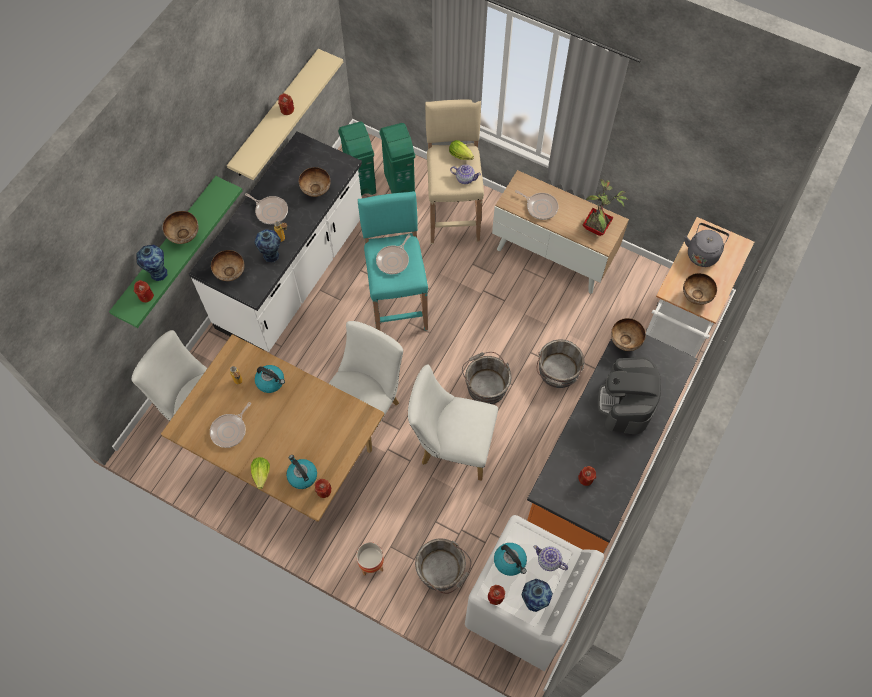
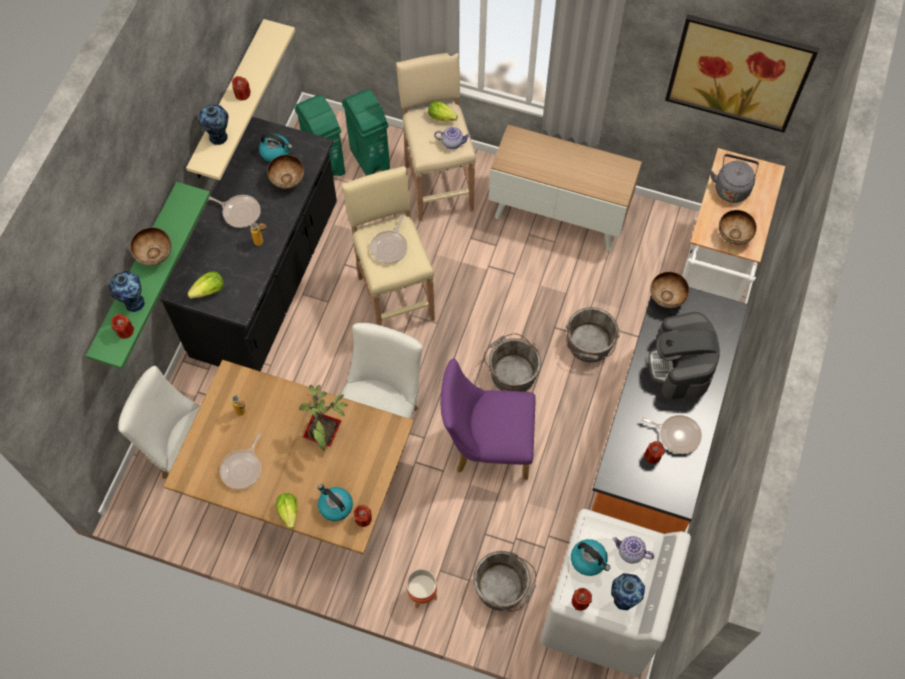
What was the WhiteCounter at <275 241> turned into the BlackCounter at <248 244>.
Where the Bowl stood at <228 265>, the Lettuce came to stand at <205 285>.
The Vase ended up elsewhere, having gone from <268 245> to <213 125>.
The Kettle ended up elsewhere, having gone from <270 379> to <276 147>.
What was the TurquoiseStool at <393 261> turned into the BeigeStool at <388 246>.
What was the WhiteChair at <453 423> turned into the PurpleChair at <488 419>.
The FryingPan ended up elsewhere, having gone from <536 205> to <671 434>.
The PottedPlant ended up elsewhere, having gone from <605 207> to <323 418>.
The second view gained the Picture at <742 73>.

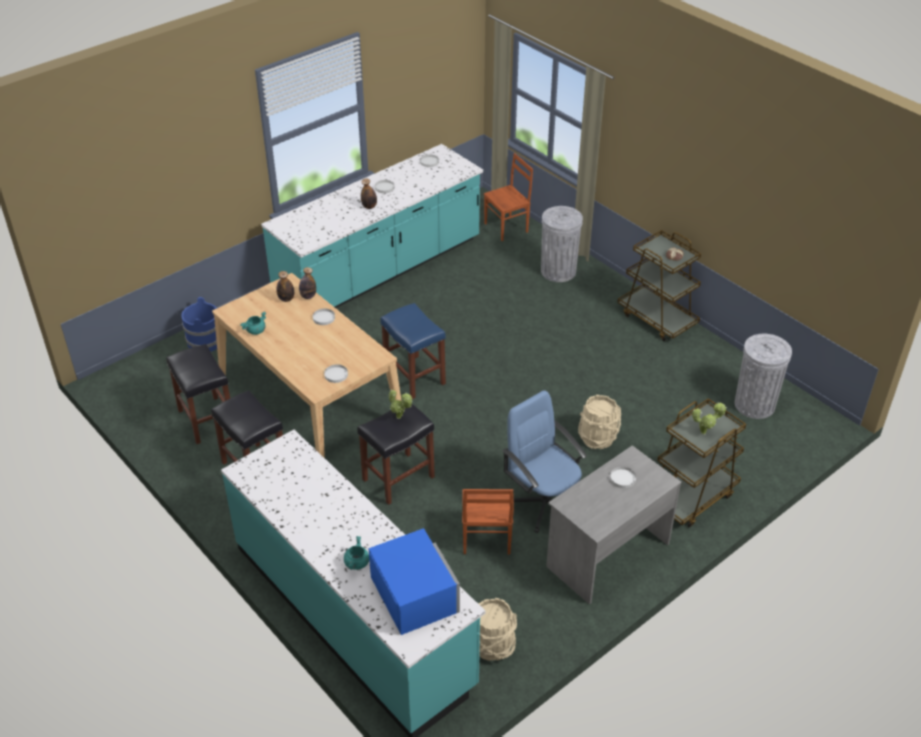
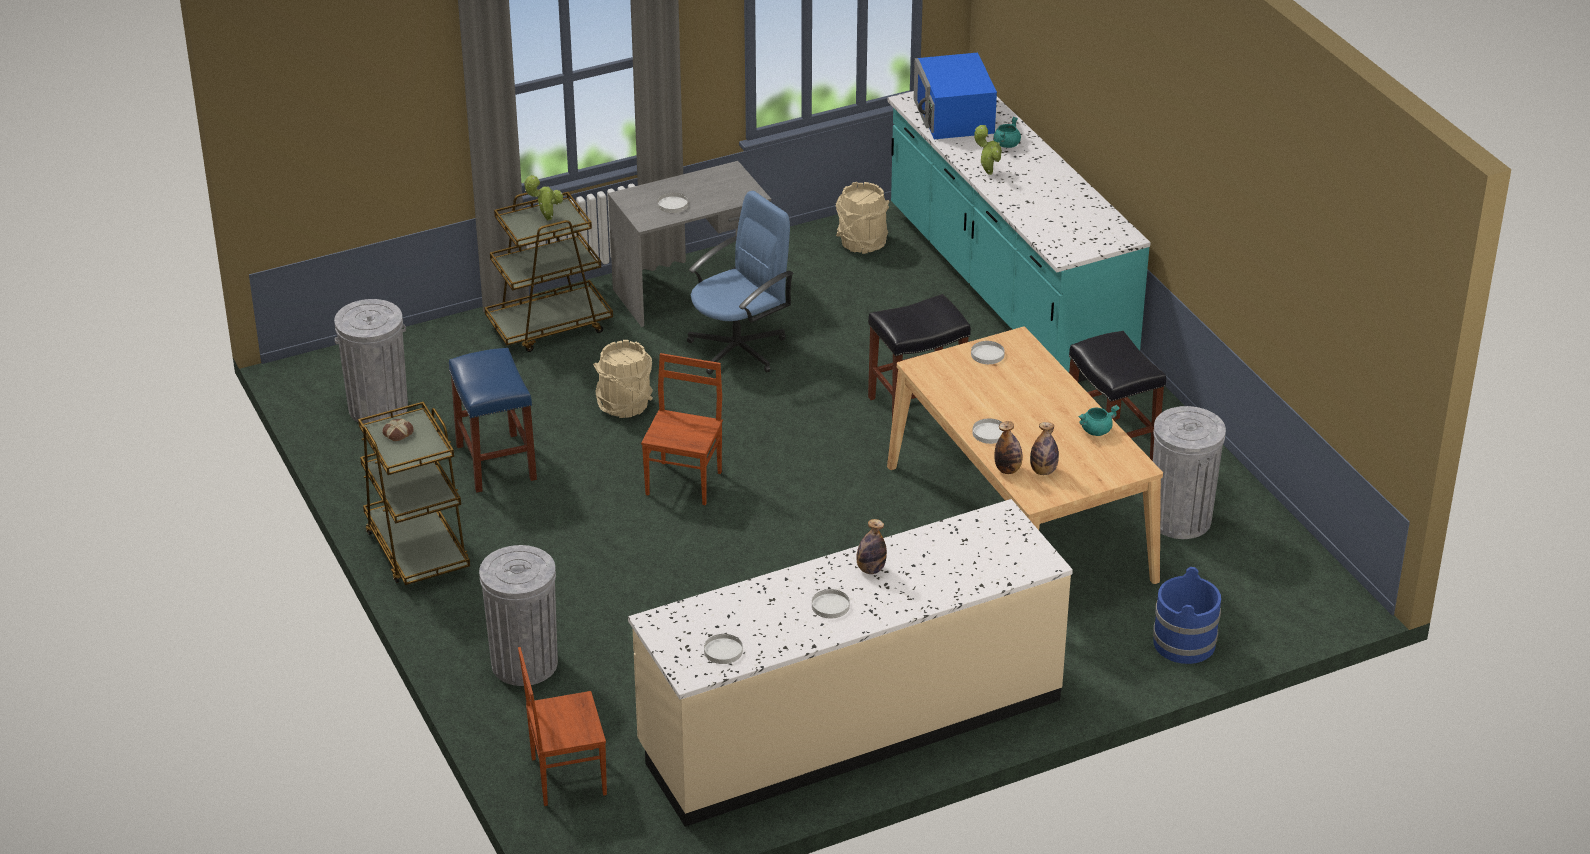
Where the BlackStool stood at <198 394>, the GreyTrashCan came to stand at <1189 472>.
What was the TurquoiseCounter at <372 226> turned into the BeigeCounter at <850 663>.
The BlueStool ended up elsewhere, having gone from <413 351> to <493 420>.
The PottedPlant ended up elsewhere, having gone from <401 404> to <988 150>.
The BrownChair ended up elsewhere, having gone from <488 522> to <682 429>.
The BlueOfficeChair at <544 461> ended up facing another way, 105 degrees counterclockwise from before.

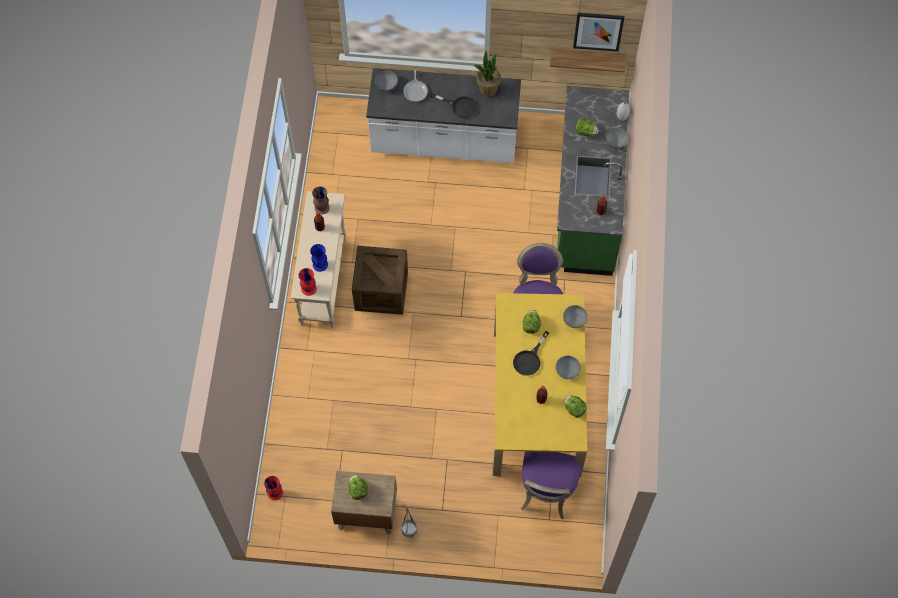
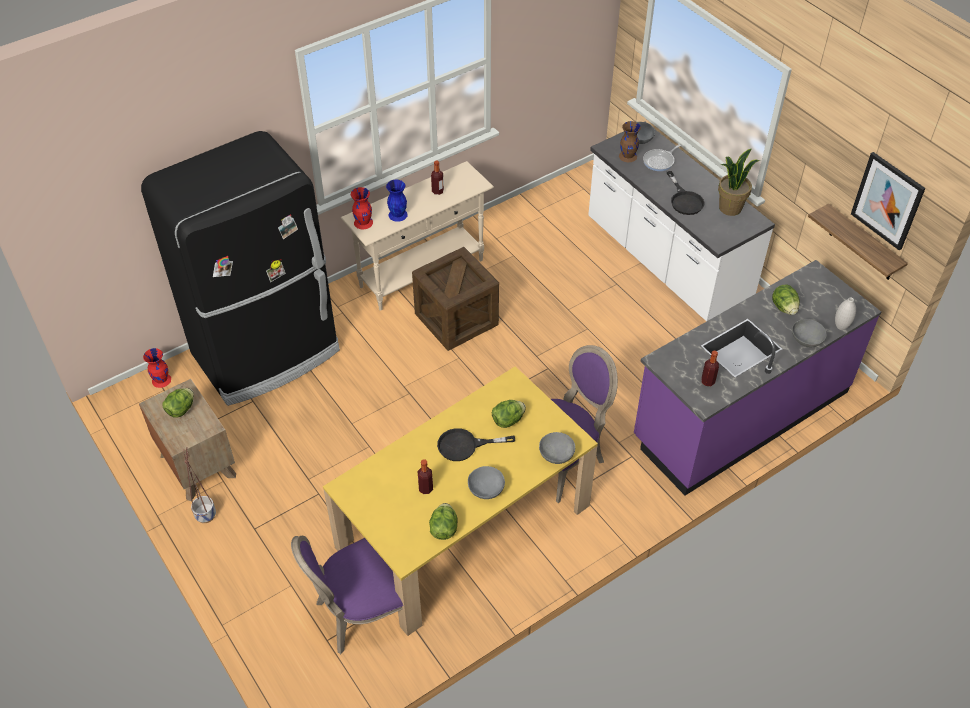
The BrownVase ended up elsewhere, having gone from <321 200> to <630 141>.
What was the GreenCounter at <593 181> turned into the PurpleCounter at <757 378>.
The second view gained the BlackFridge at <240 268>.

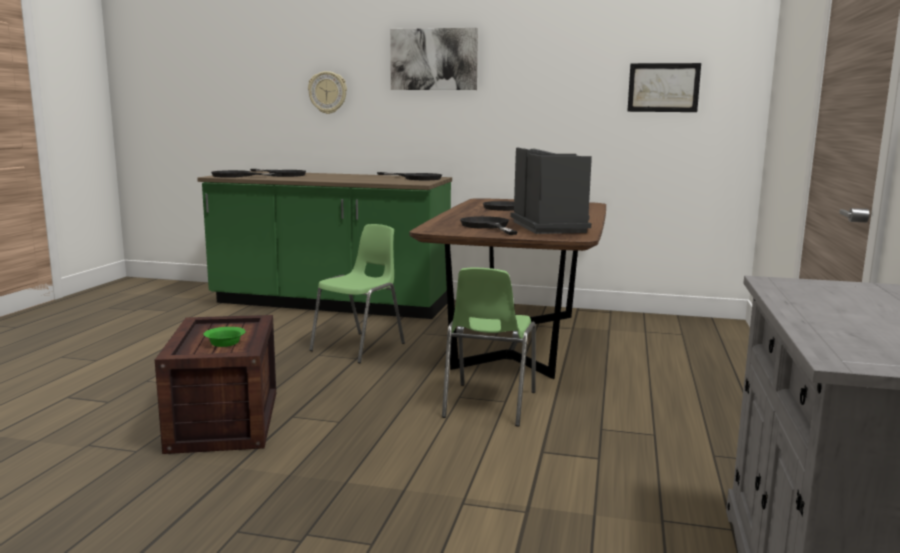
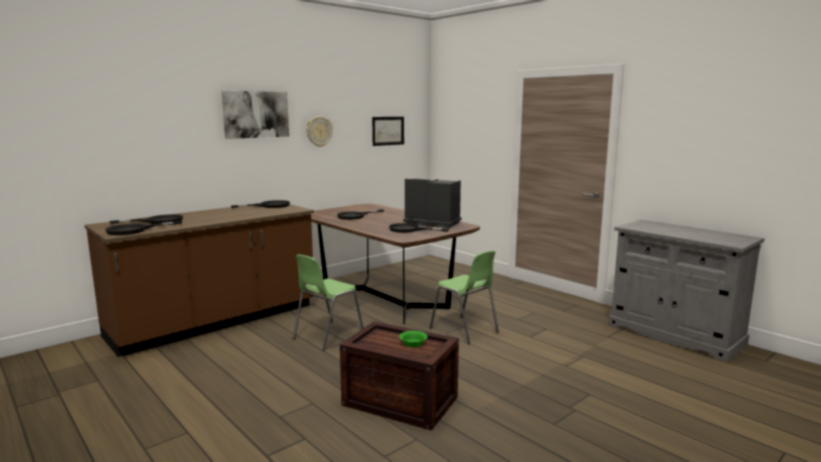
What was the GreenCounter at <324 245> turned into the BrownCounter at <199 280>.
The WallClock ended up elsewhere, having gone from <327 92> to <319 131>.
The GreenChair at <357 293> ended up facing another way, 120 degrees counterclockwise from before.

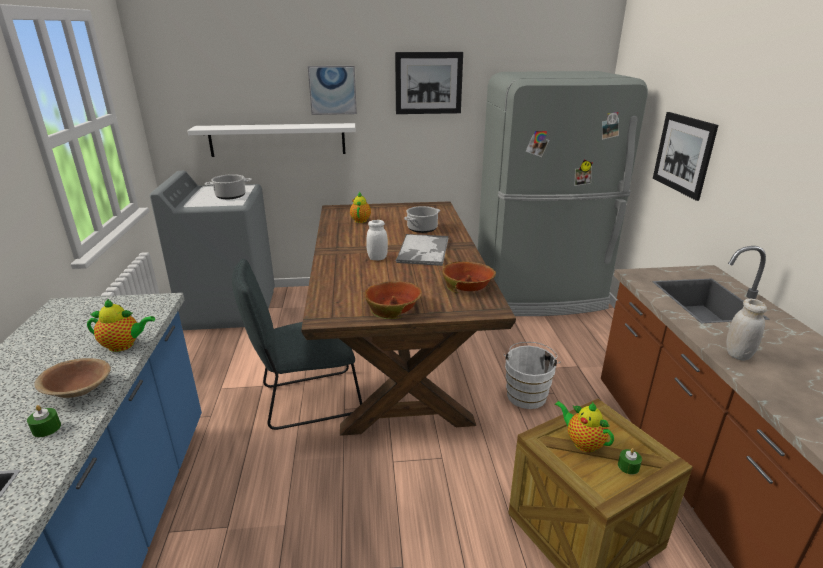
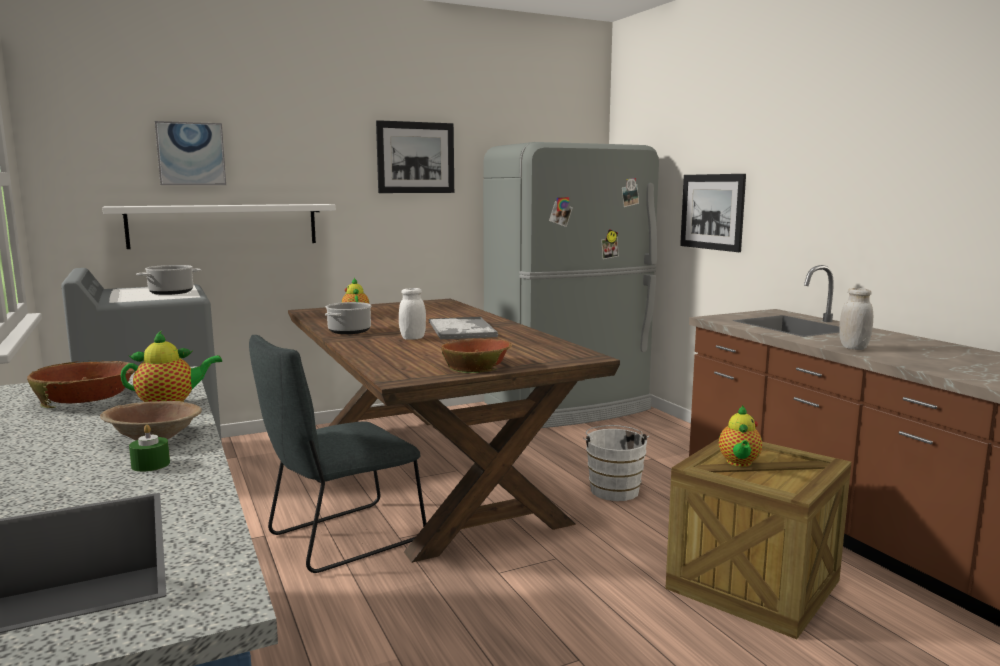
The Picture ended up elsewhere, having gone from <332 90> to <190 153>.
The CookingPot ended up elsewhere, having gone from <422 219> to <348 318>.
The Bowl ended up elsewhere, having gone from <469 277> to <80 384>.
The Teapot at <584 426> ended up facing another way, 105 degrees counterclockwise from before.
The second view lost the GreenCandle at <630 461>.

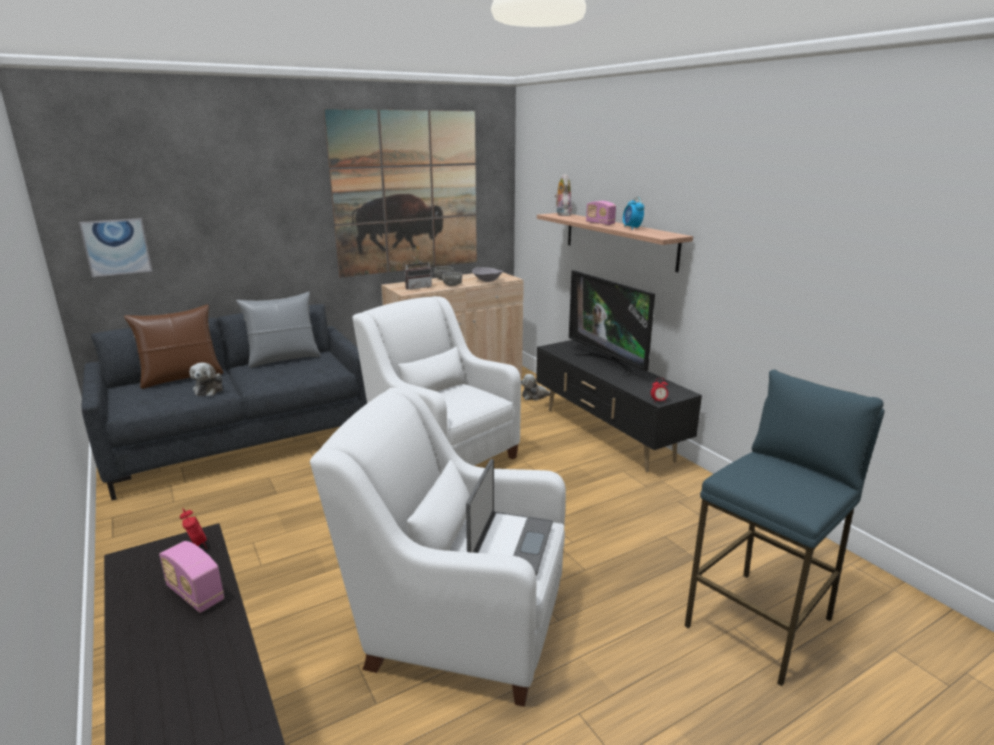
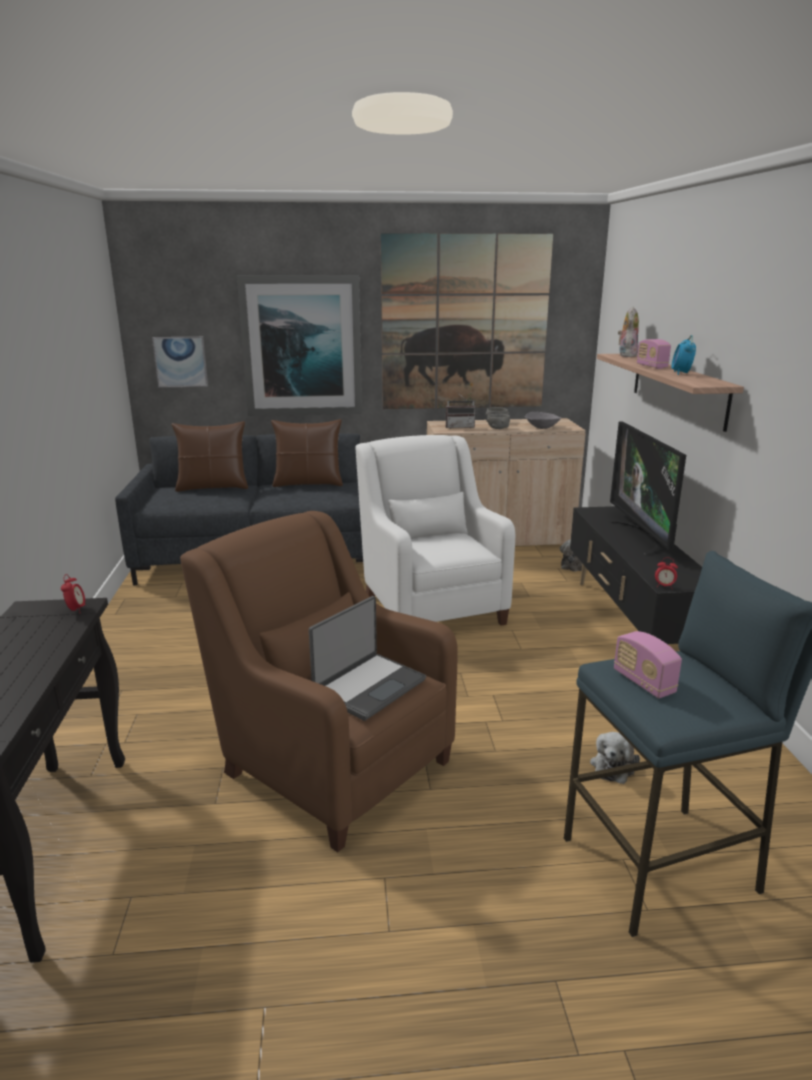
The Radio ended up elsewhere, having gone from <191 577> to <648 664>.
The PlushToy ended up elsewhere, having gone from <206 379> to <615 758>.
What was the GreyPillow at <278 330> turned into the BrownPillow at <307 453>.
What was the WhiteArmchair at <438 547> turned into the BrownArmchair at <319 681>.
The second view gained the Picture at <299 345>.

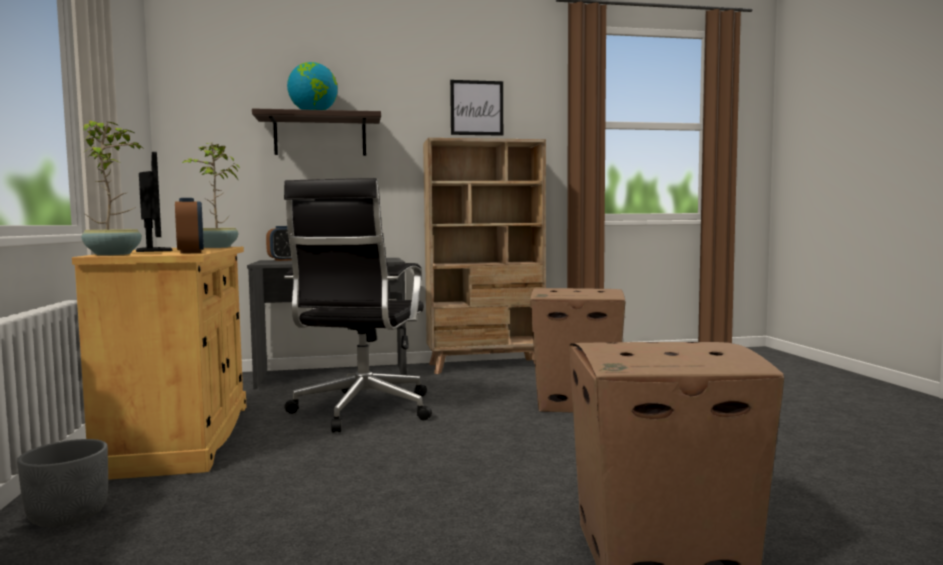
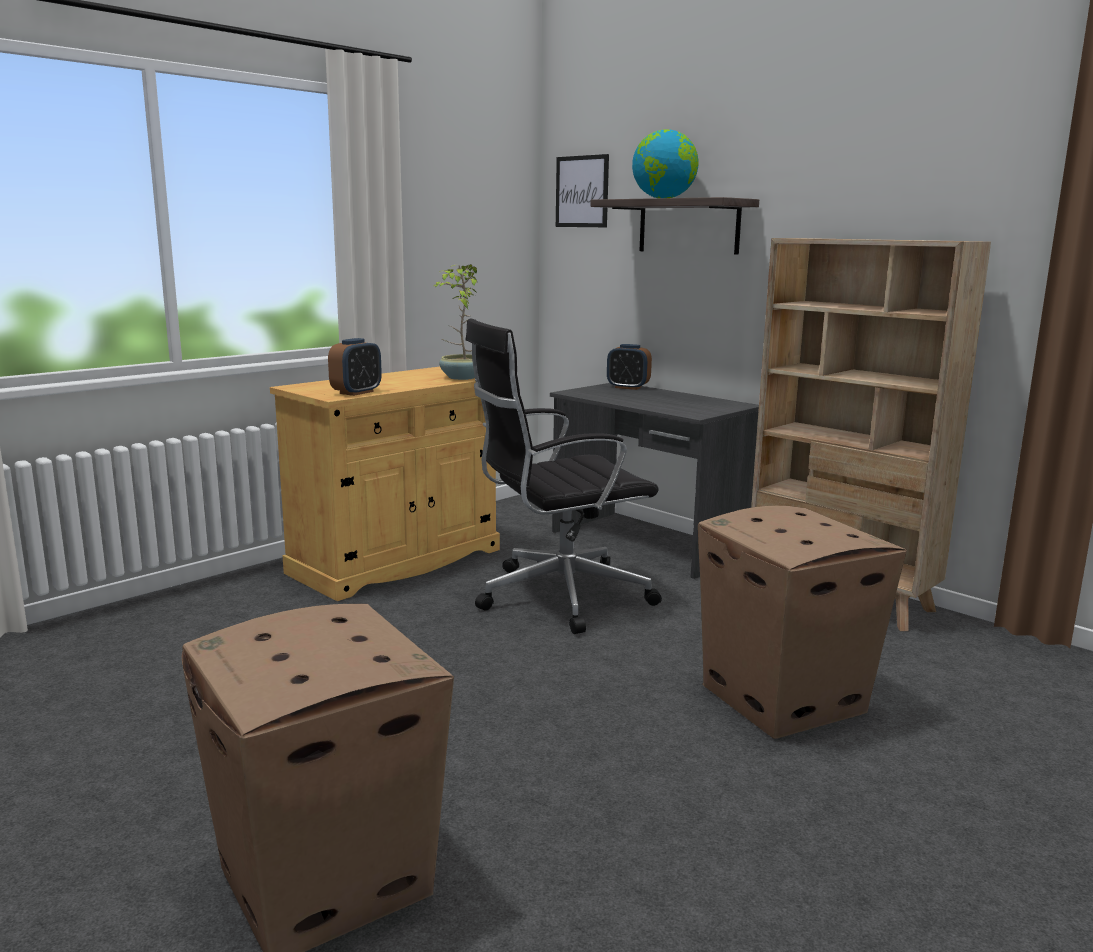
The second view lost the GreyPlanter at <62 483>.
The second view lost the PottedPlant at <112 187>.
The second view lost the Monitor at <154 202>.
The Picture ended up elsewhere, having gone from <476 108> to <582 190>.

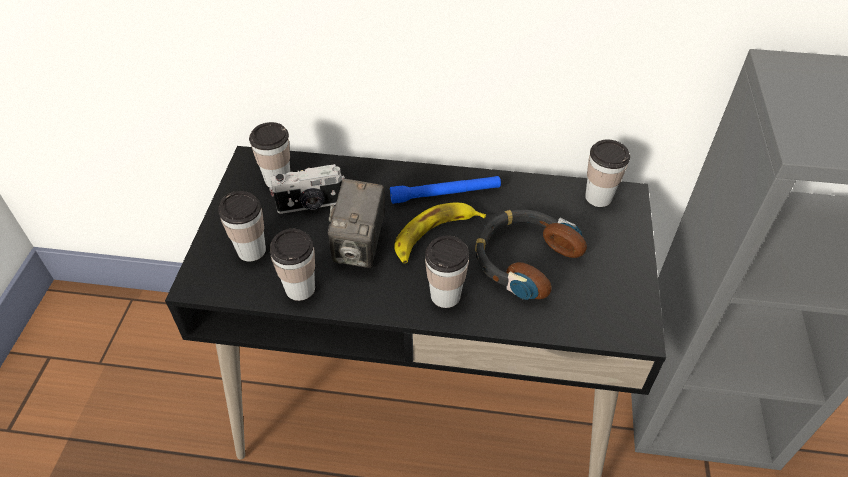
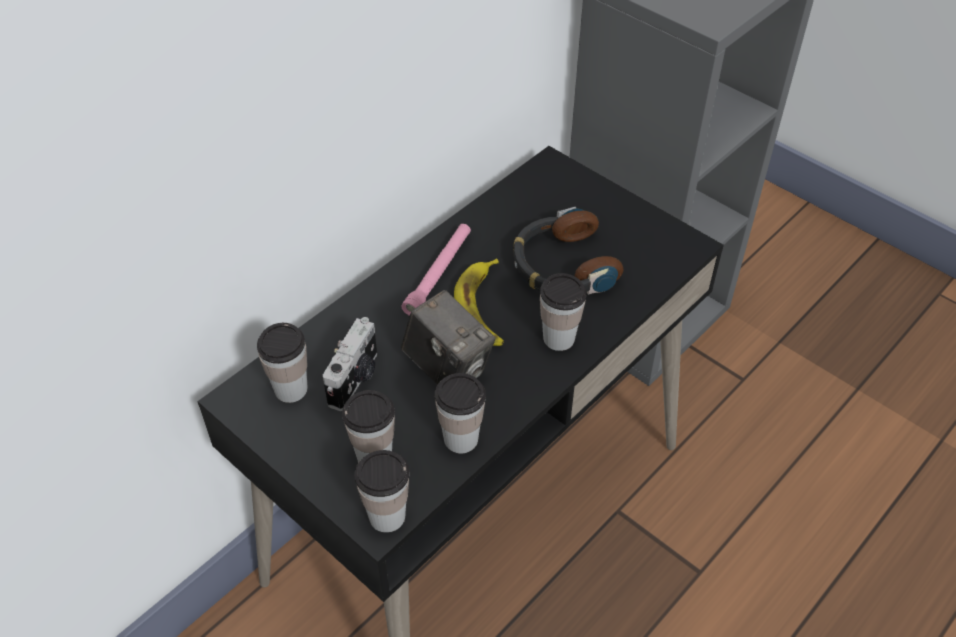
What was the BlueFlashlight at <445 190> turned into the PinkFlashlight at <436 270>.
The Cup ended up elsewhere, having gone from <607 173> to <382 491>.

